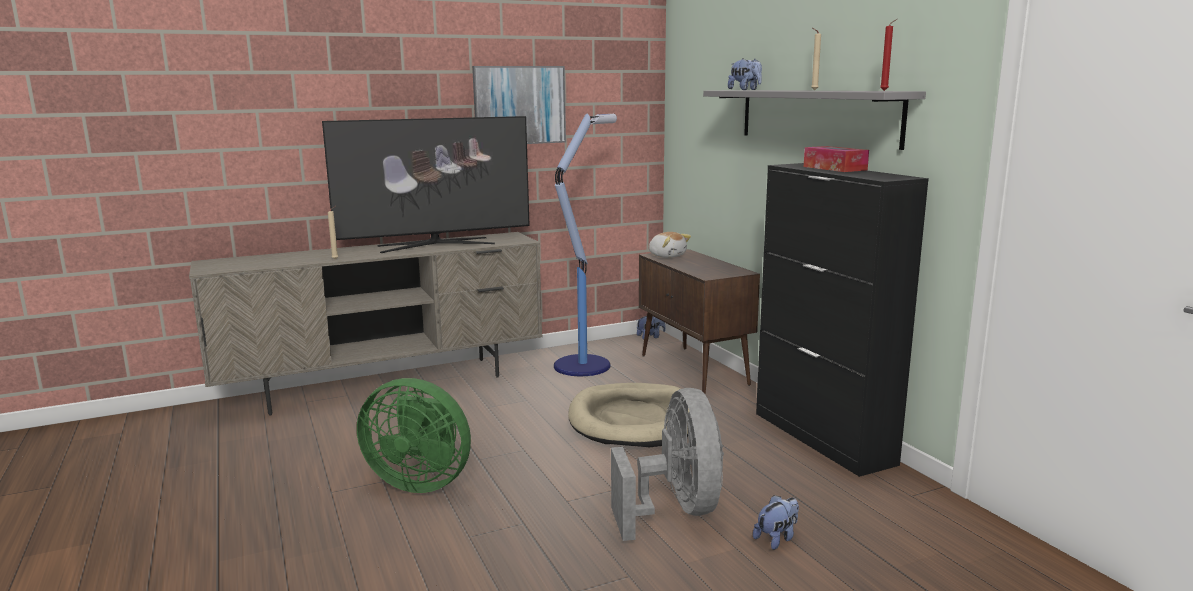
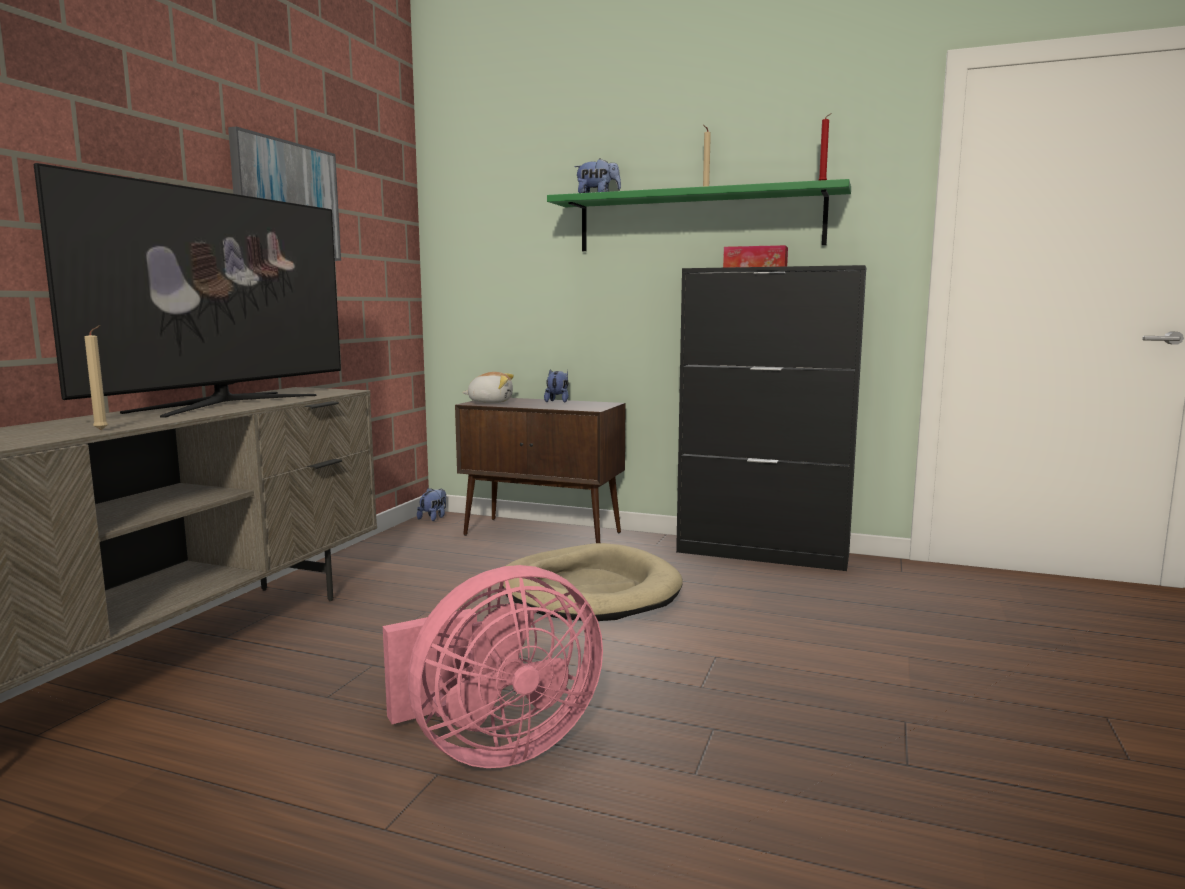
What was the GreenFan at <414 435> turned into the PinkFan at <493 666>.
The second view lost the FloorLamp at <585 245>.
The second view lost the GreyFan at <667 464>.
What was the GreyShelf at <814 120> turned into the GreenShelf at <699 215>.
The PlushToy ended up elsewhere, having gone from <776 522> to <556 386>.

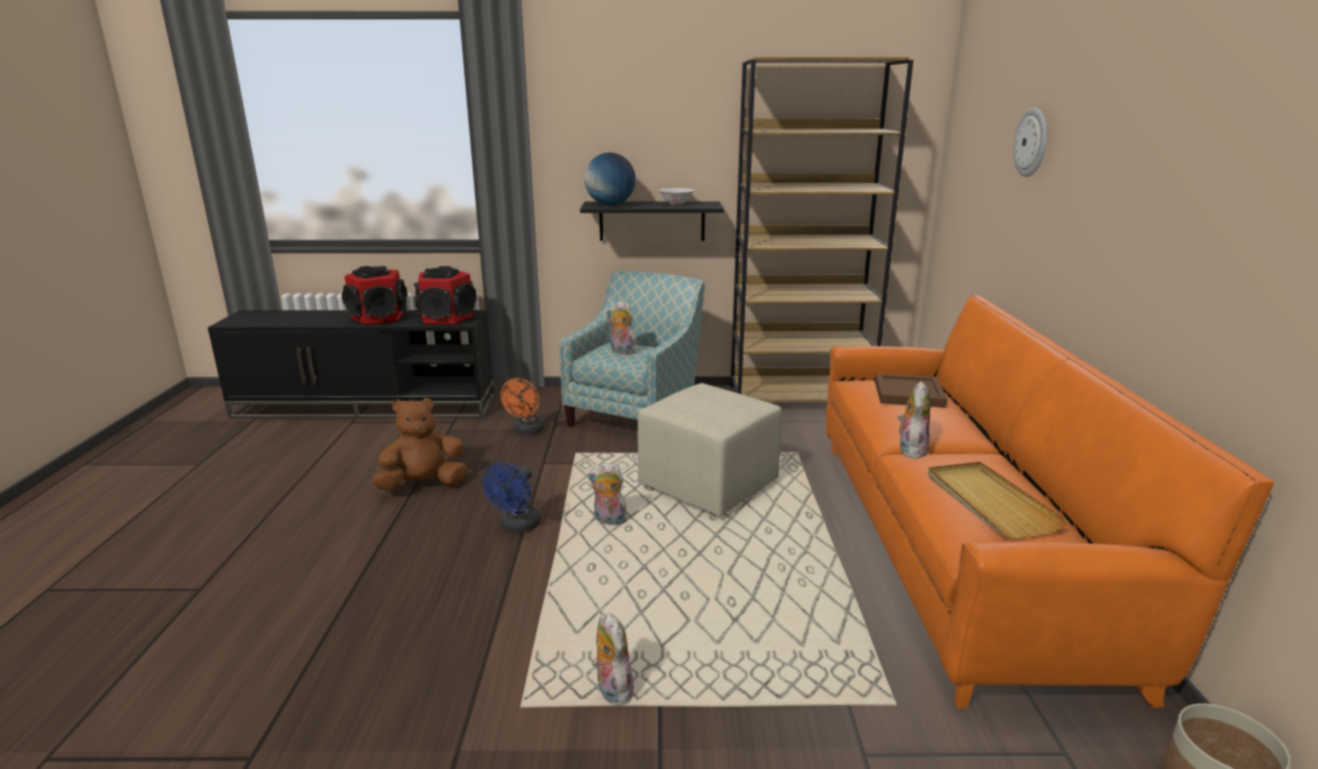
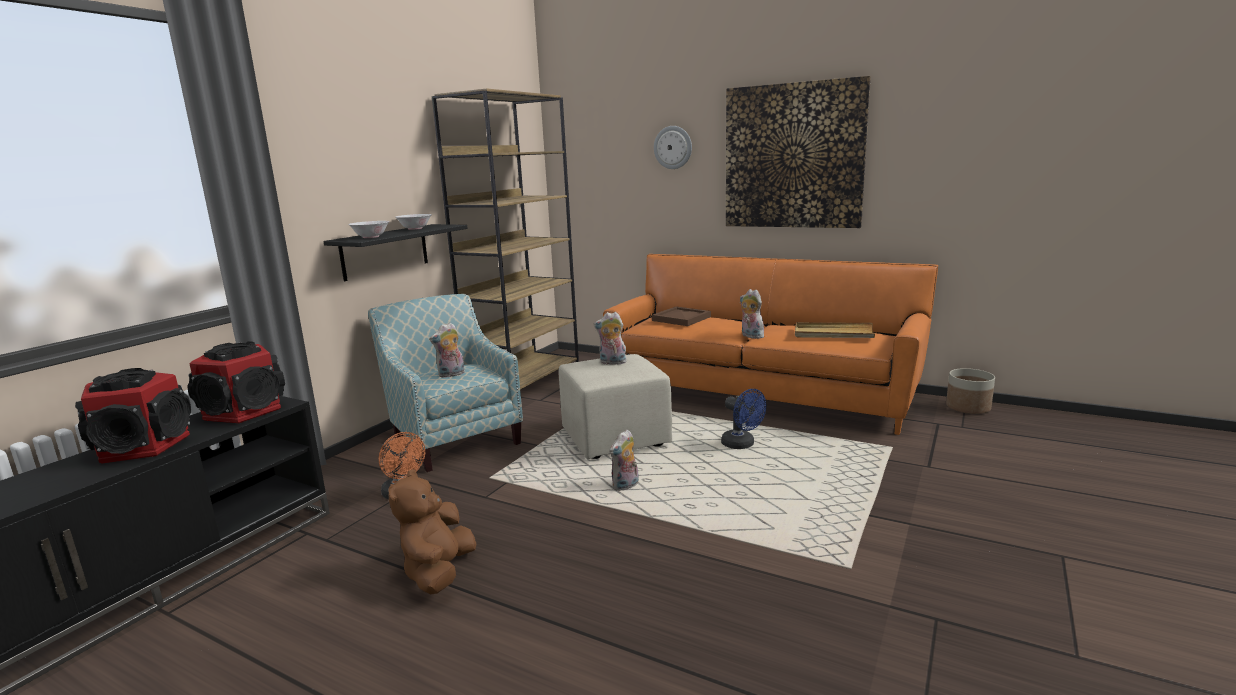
The BlueFan ended up elsewhere, having gone from <512 497> to <743 419>.
Where the Globe stood at <610 179>, the WhiteBowl came to stand at <368 229>.
The PlushToy ended up elsewhere, having gone from <613 659> to <611 338>.
The second view gained the Picture at <798 152>.

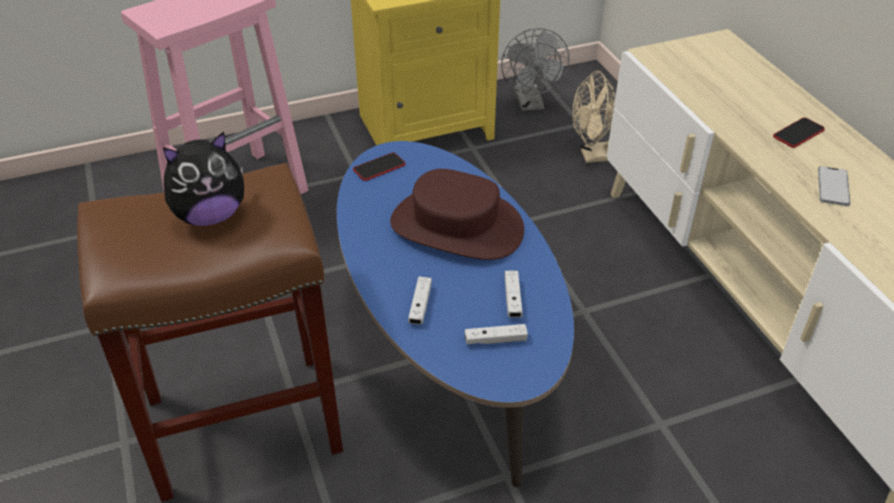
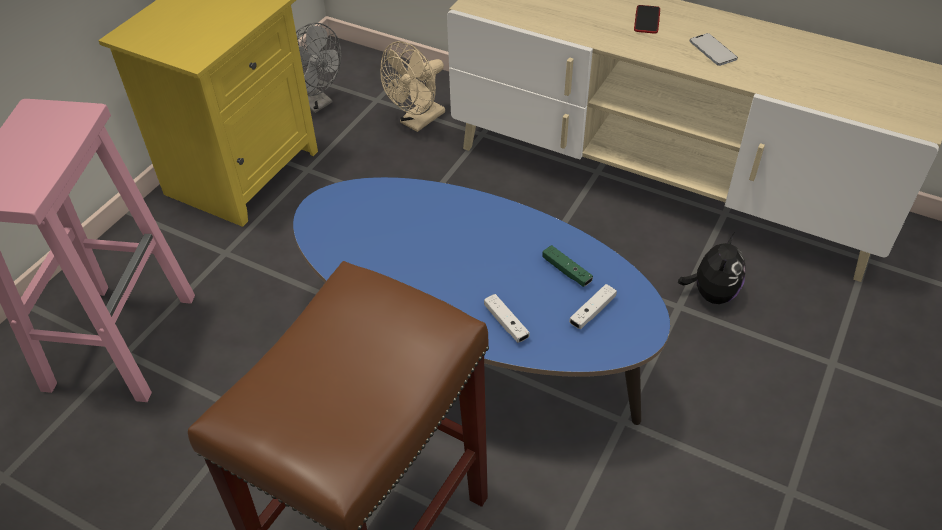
The PlushToy ended up elsewhere, having gone from <203 179> to <712 268>.
The second view lost the Phone at <379 166>.
The second view lost the BrownHat at <457 214>.
What was the WhiteGameController at <513 294> turned into the GreenGameController at <567 266>.

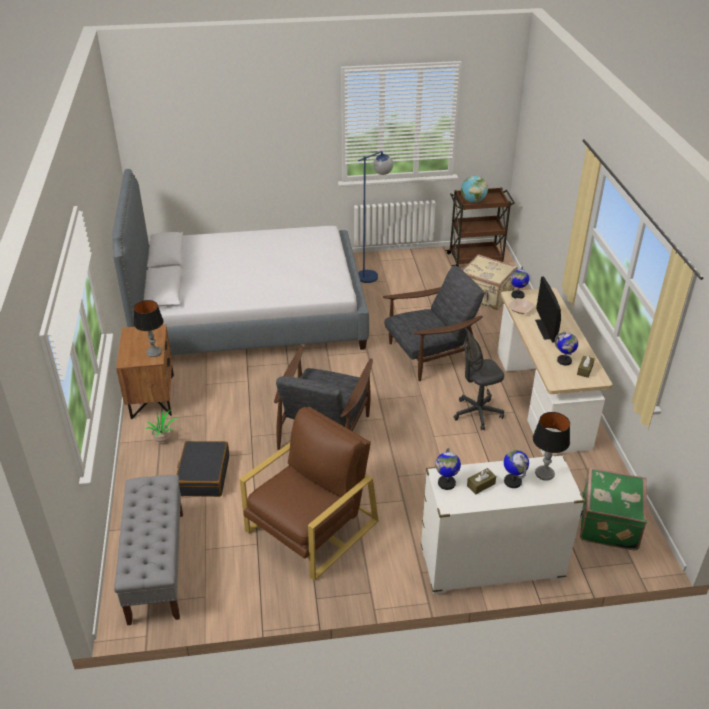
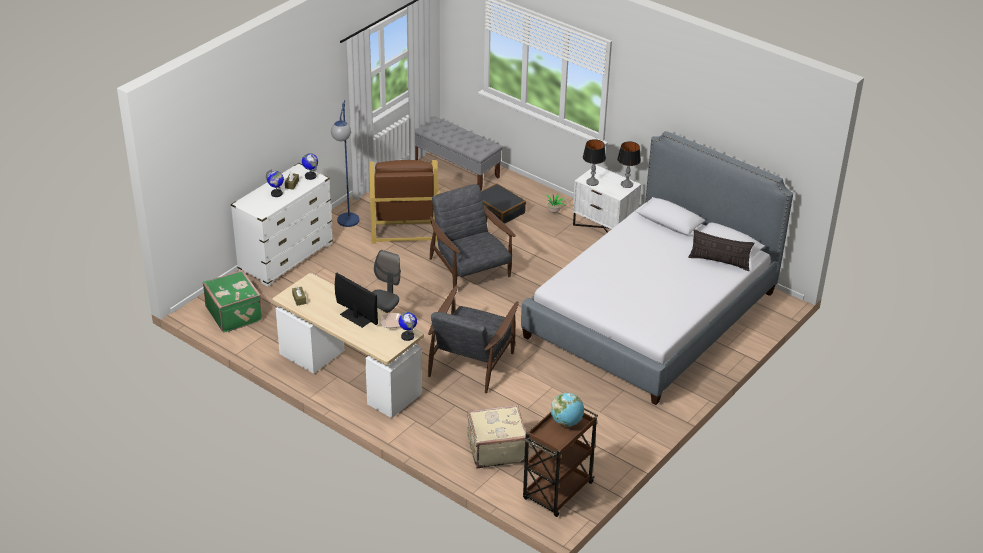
What was the BrownNightstand at <145 371> turned into the WhiteNightstand at <607 199>.
The BlueFloorLamp ended up elsewhere, having gone from <375 217> to <345 163>.
The TableLamp ended up elsewhere, having gone from <551 446> to <629 164>.
The second view lost the Globe at <566 348>.
The second view gained the Pillow at <721 250>.

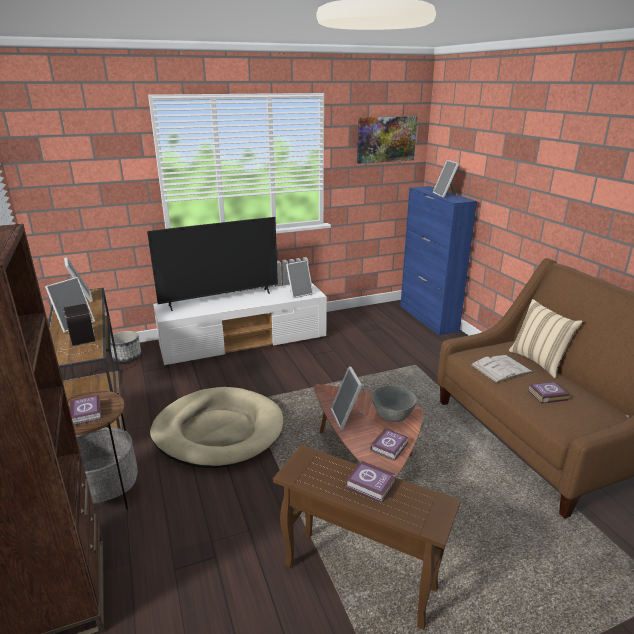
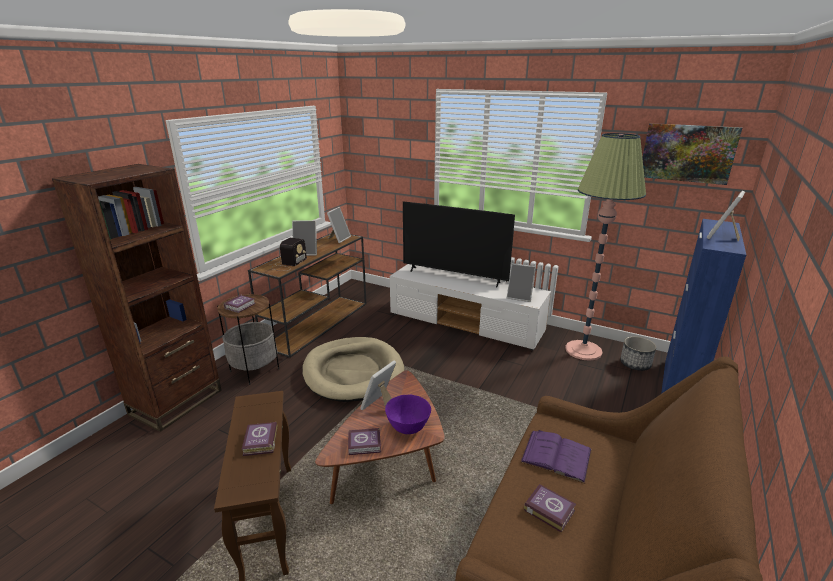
The Planter ended up elsewhere, having gone from <125 347> to <638 353>.
What was the GreyBowl at <394 404> turned into the PurpleBowl at <408 414>.
What was the WhiteBook at <502 369> turned into the PurpleBook at <556 457>.
The second view lost the BeigePillow at <546 338>.
The second view gained the FloorLamp at <605 247>.

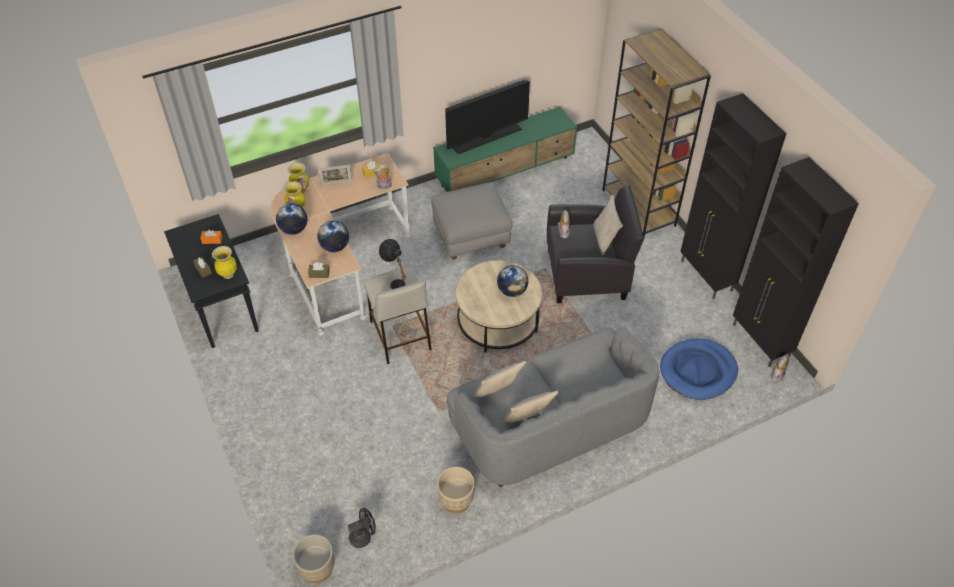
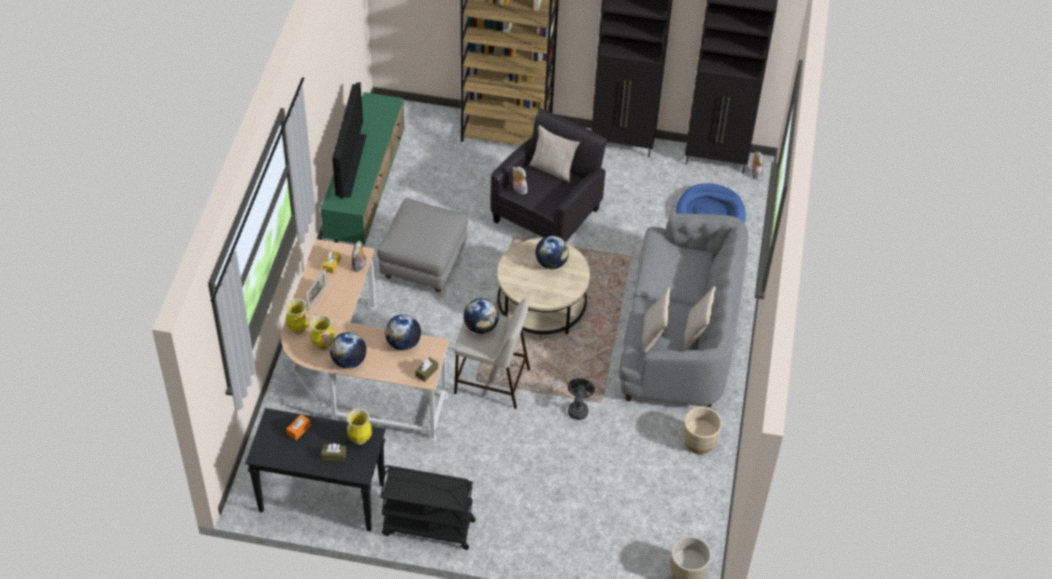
The BlackFan ended up elsewhere, having gone from <362 528> to <581 399>.
Where the BlackTableLamp stood at <392 264>, the Globe came to stand at <481 316>.
The second view gained the BlackCart at <428 507>.

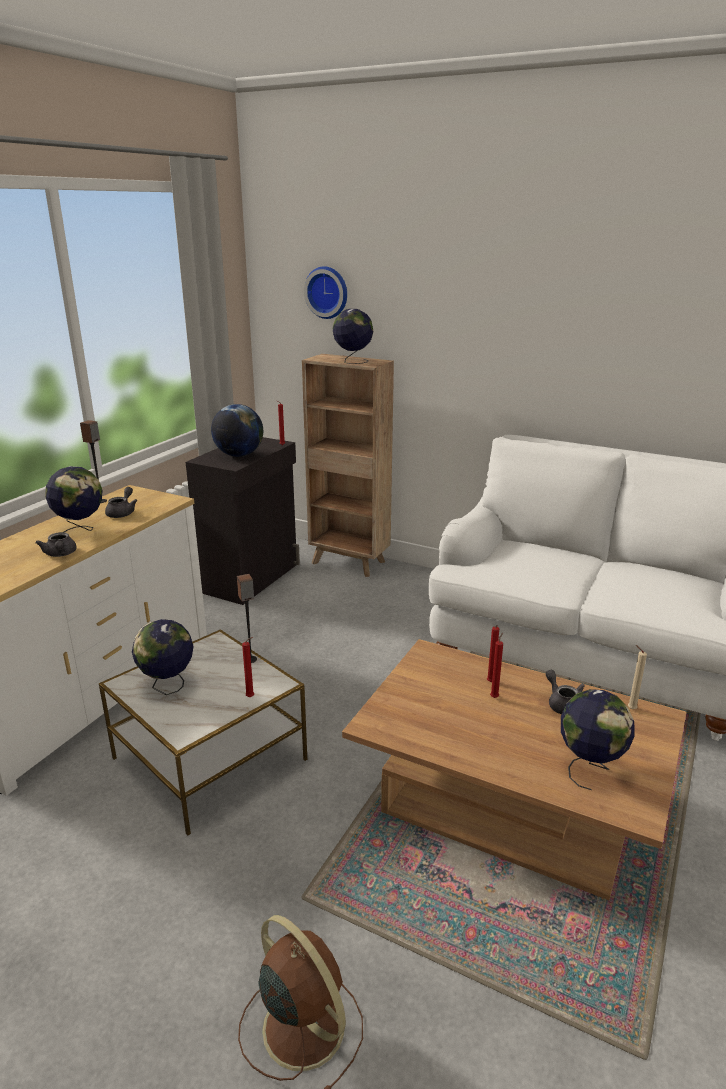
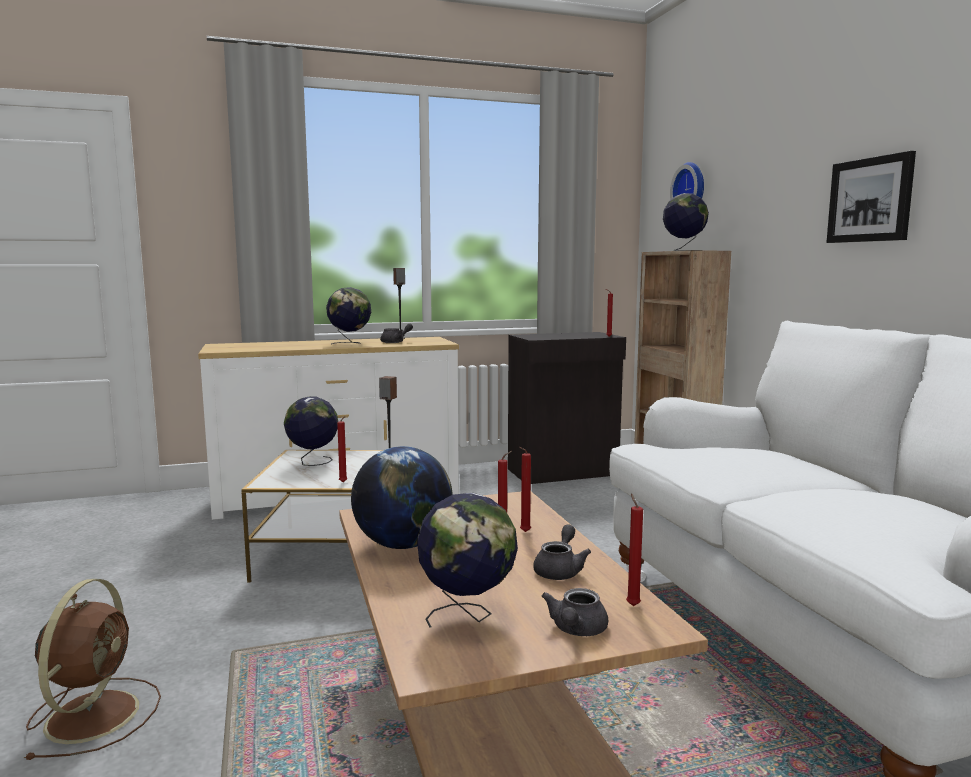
The GreyTeapot ended up elsewhere, having gone from <56 544> to <575 612>.
The Globe ended up elsewhere, having gone from <237 430> to <402 497>.
What was the BeigeCandle at <637 677> turned into the RedCandle at <634 549>.
The second view gained the Picture at <871 197>.

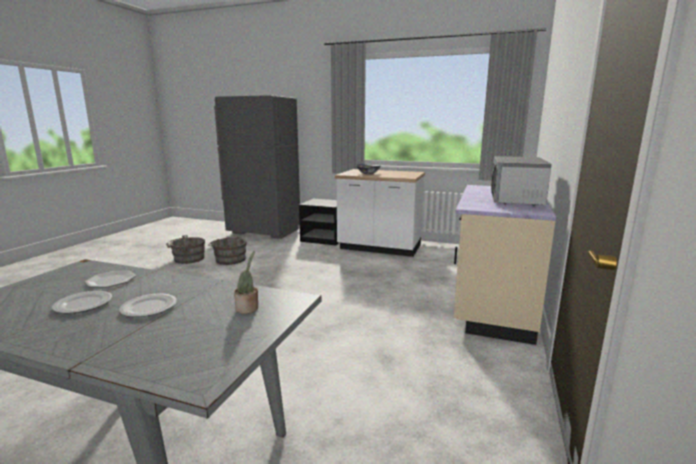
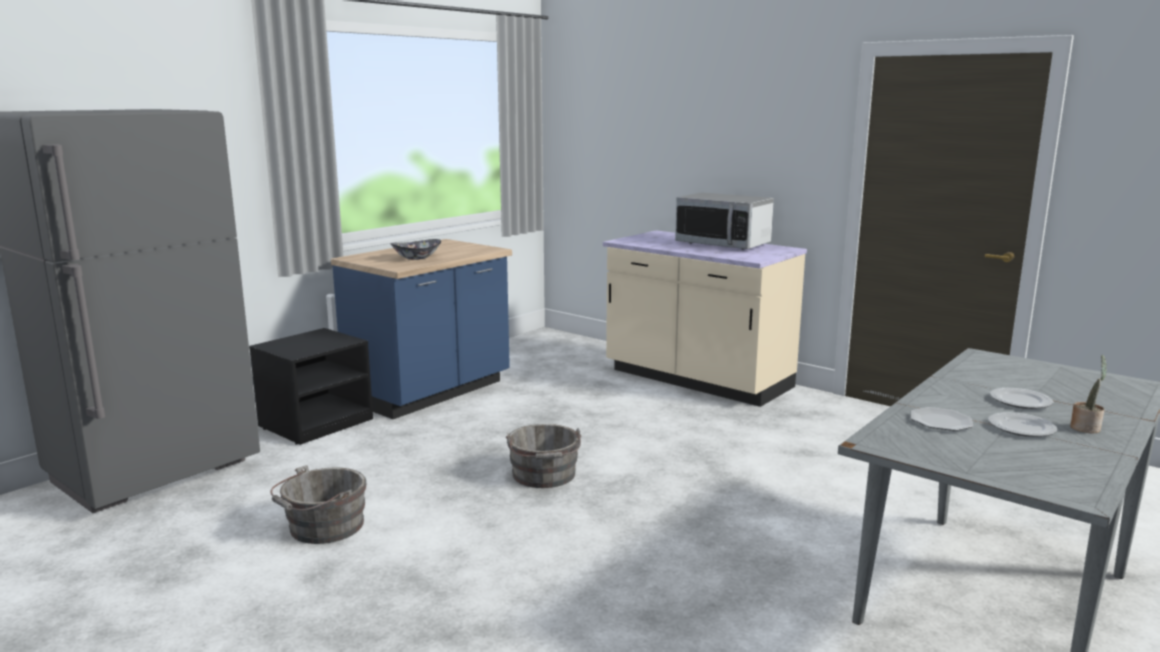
The GreyBucket ended up elsewhere, having gone from <185 249> to <543 456>.
The PottedPlant ended up elsewhere, having gone from <246 282> to <1088 394>.
What was the WhiteCounter at <380 213> turned into the BlueCounter at <421 329>.

